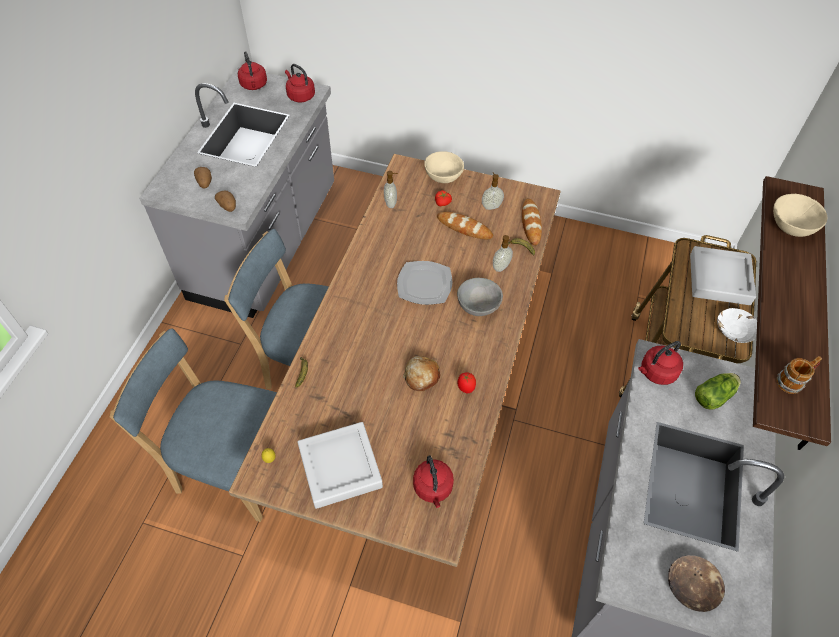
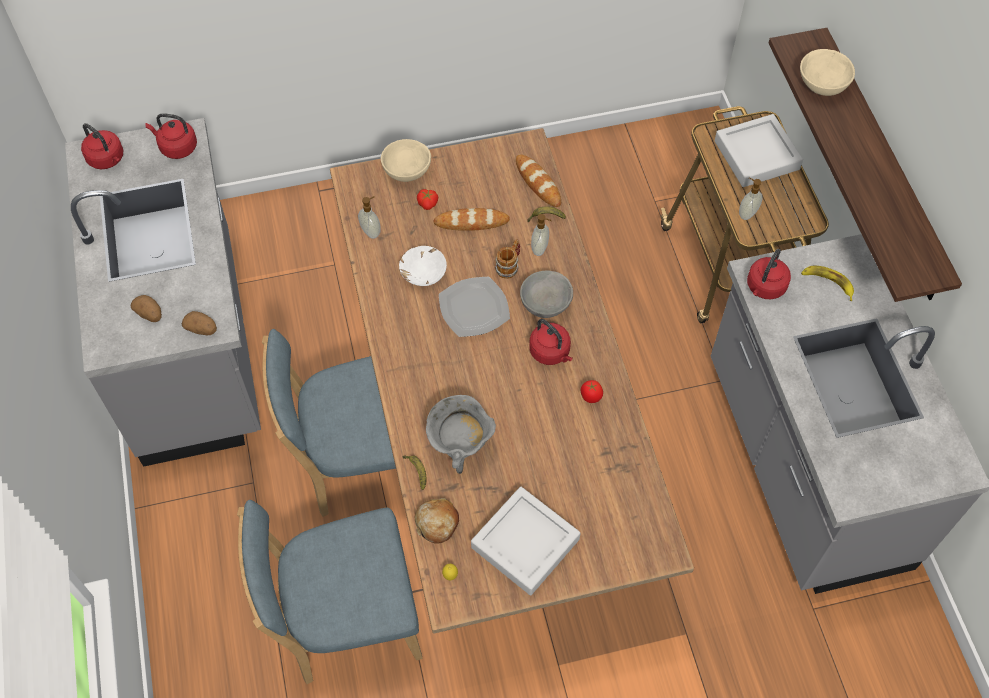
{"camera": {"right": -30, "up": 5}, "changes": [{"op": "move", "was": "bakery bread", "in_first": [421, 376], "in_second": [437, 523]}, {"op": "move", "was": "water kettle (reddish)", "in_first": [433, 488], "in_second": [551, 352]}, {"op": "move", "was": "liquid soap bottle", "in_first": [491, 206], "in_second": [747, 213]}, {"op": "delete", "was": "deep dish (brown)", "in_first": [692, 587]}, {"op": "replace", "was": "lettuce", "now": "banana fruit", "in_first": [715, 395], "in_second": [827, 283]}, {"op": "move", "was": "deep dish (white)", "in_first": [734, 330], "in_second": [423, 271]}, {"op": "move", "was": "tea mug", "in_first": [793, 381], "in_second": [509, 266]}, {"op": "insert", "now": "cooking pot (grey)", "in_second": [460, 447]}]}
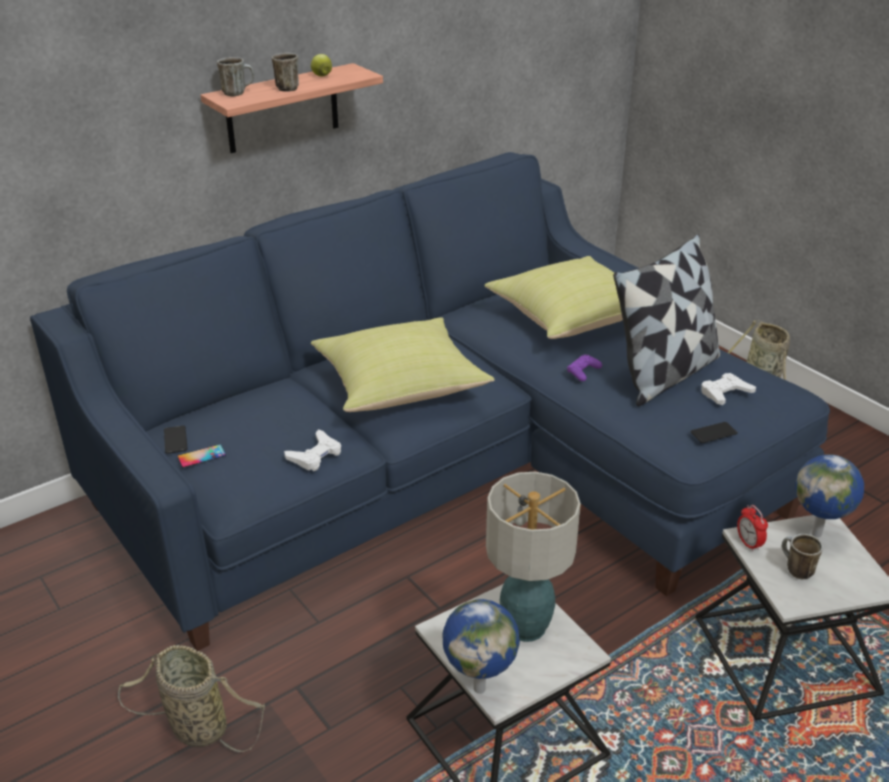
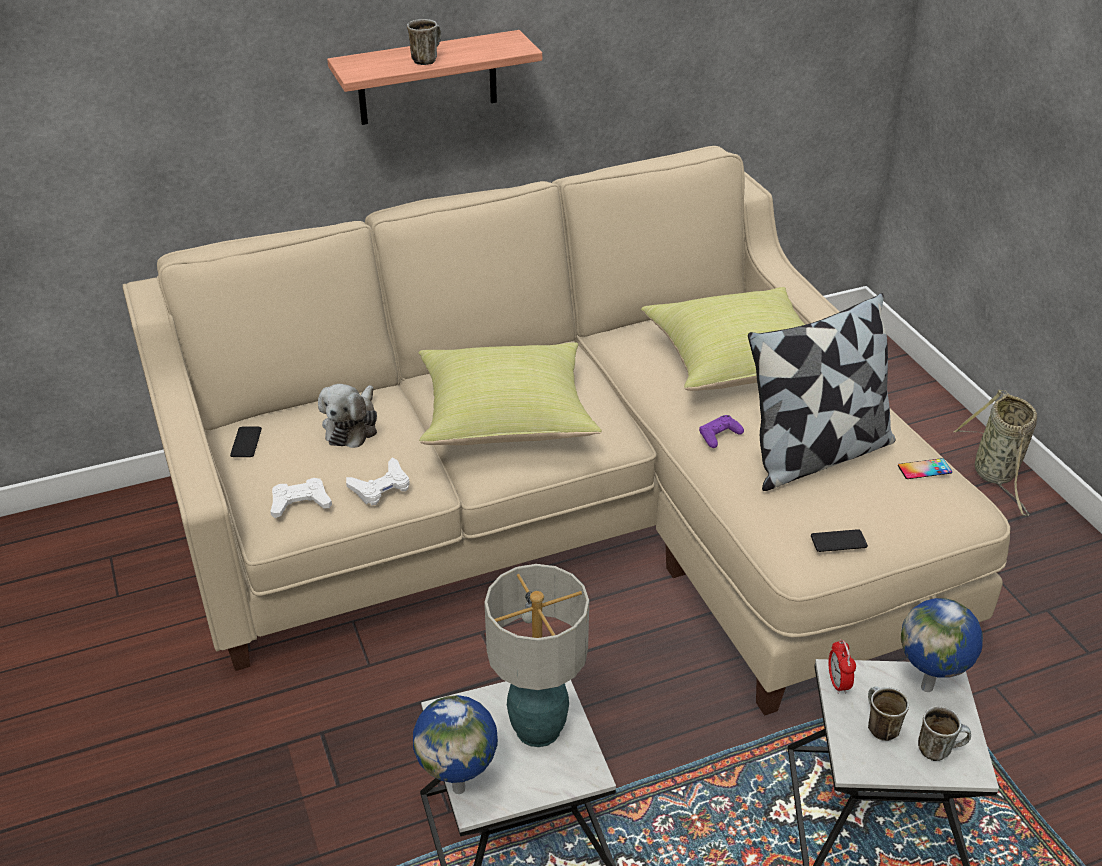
{"camera": {"right": 15, "up": 5}, "changes": [{"op": "recolor", "was": "sofa (bluish)", "now": "sofa (beige)", "in_first": [444, 474], "in_second": [568, 517]}, {"op": "delete", "was": "basket", "in_first": [195, 727]}, {"op": "move", "was": "telephone", "in_first": [201, 456], "in_second": [924, 469]}, {"op": "move", "was": "tea mug", "in_first": [238, 93], "in_second": [939, 749]}, {"op": "delete", "was": "apple", "in_first": [322, 76]}, {"op": "move", "was": "game controller (white)", "in_first": [725, 393], "in_second": [300, 502]}, {"op": "insert", "now": "cuddly toy", "in_second": [352, 426]}]}
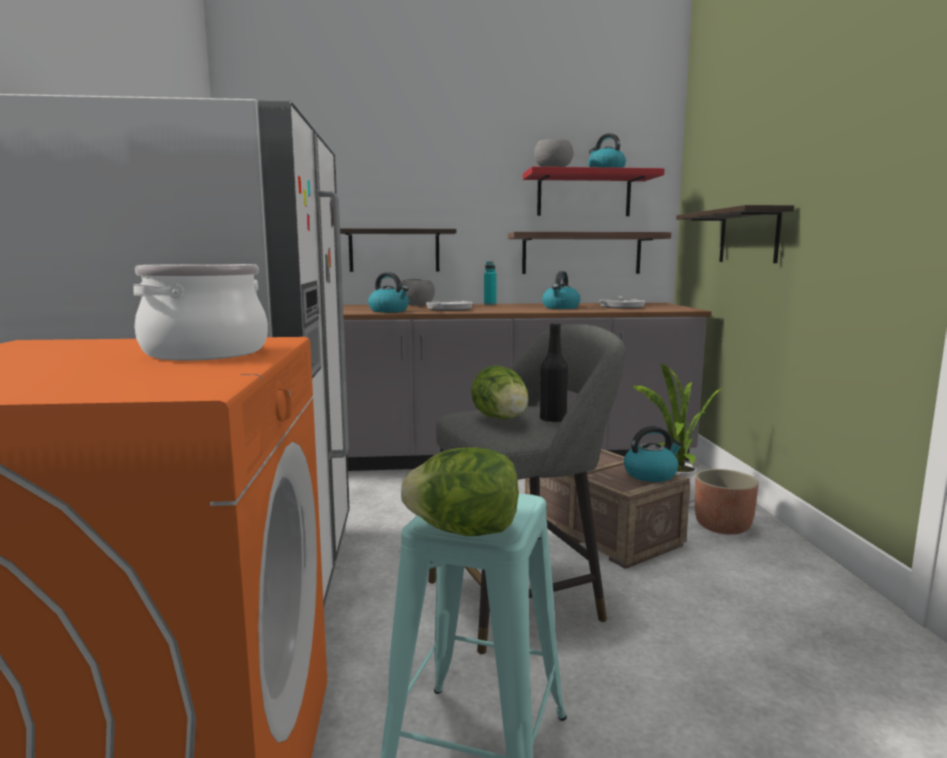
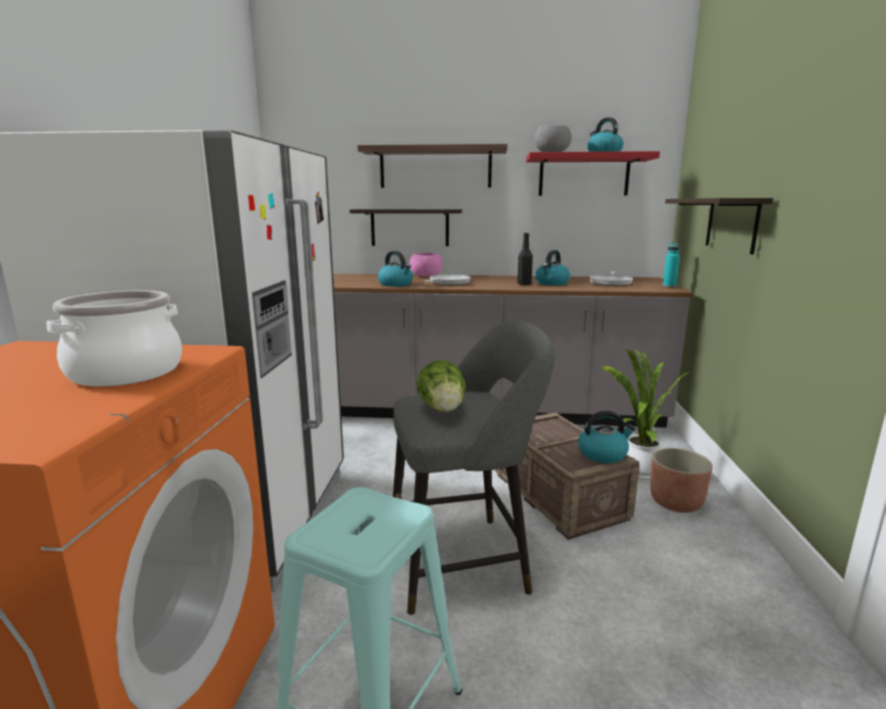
{"camera": {"right": 10, "up": 5}, "changes": [{"op": "recolor", "was": "deep dish (grey)", "now": "deep dish (pink-coloured)", "in_first": [416, 305], "in_second": [426, 276]}, {"op": "delete", "was": "lettuce", "in_first": [464, 531]}, {"op": "move", "was": "beverage bottle (turquoise)", "in_first": [490, 304], "in_second": [669, 286]}, {"op": "move", "was": "bracket shelf", "in_first": [581, 253], "in_second": [435, 168]}, {"op": "move", "was": "beverage bottle (black)", "in_first": [553, 419], "in_second": [524, 284]}]}
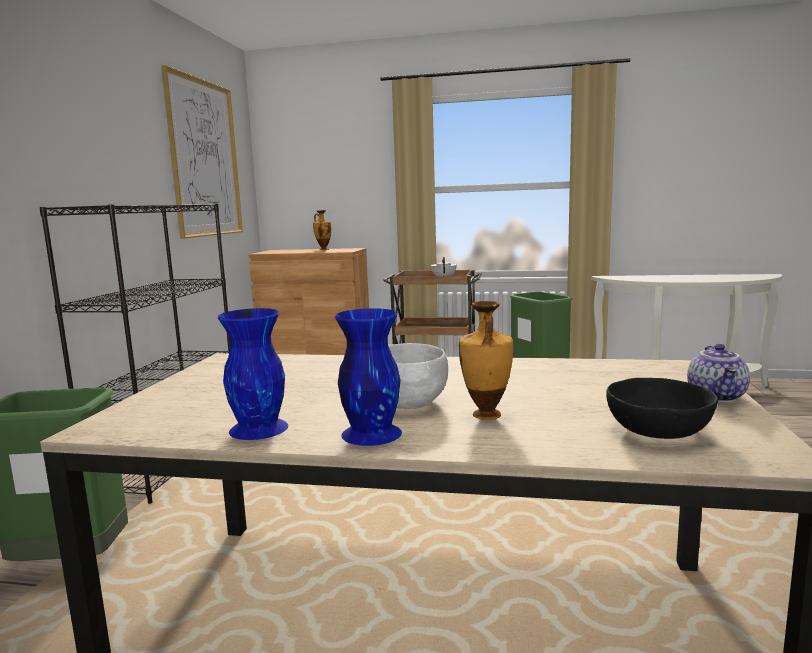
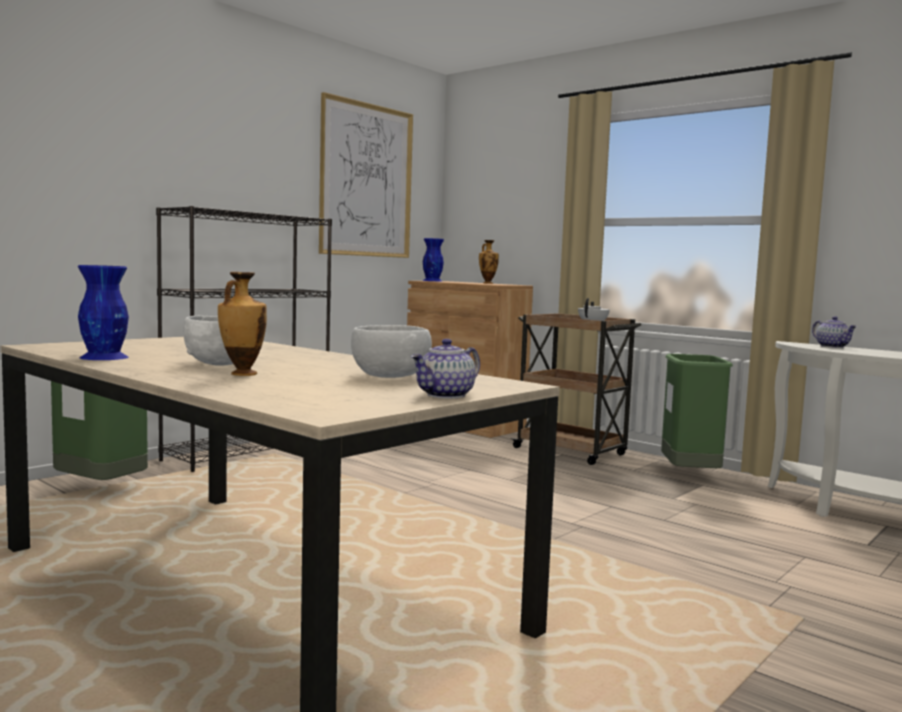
{"camera": {"right": 30, "up": -5}, "changes": [{"op": "move", "was": "vase (bluish)", "in_first": [371, 433], "in_second": [432, 281]}, {"op": "delete", "was": "deep dish (black)", "in_first": [659, 431]}, {"op": "insert", "now": "deep dish (white)", "in_second": [391, 377]}, {"op": "insert", "now": "tea pot", "in_second": [833, 347]}]}
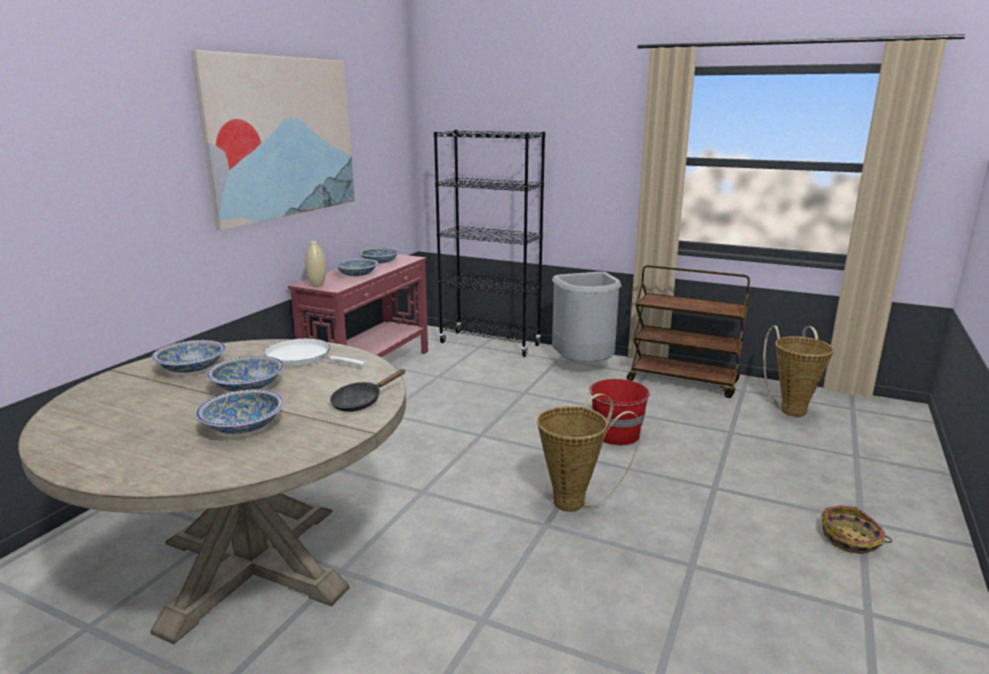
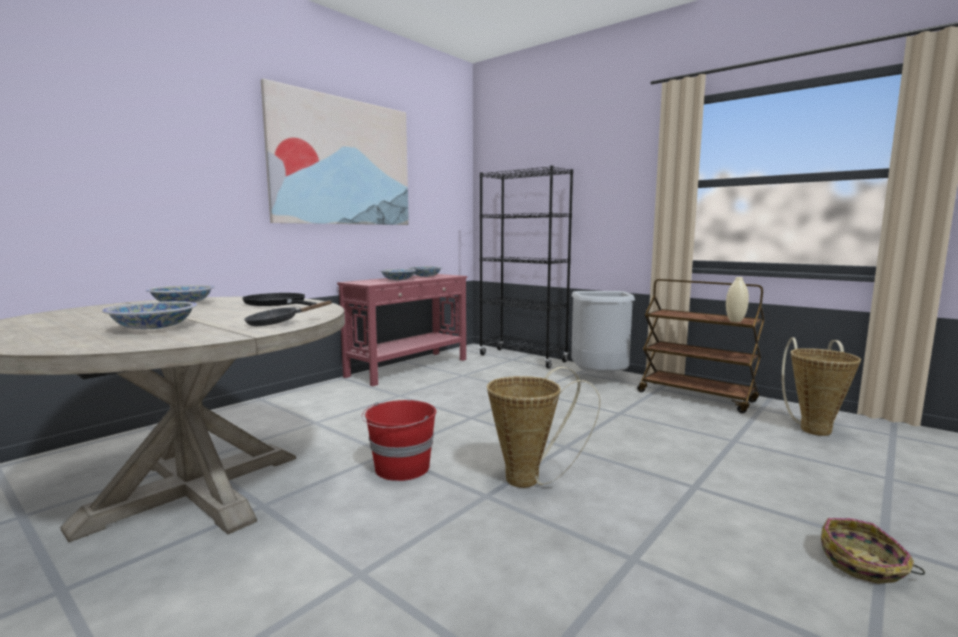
{"camera": {"right": 15, "up": -10}, "changes": [{"op": "delete", "was": "deep dish", "in_first": [248, 387]}, {"op": "recolor", "was": "pan (white)", "now": "pan (black)", "in_first": [303, 357], "in_second": [277, 303]}, {"op": "move", "was": "vase (beige)", "in_first": [317, 285], "in_second": [735, 321]}, {"op": "move", "was": "bucket (reddish)", "in_first": [616, 435], "in_second": [401, 468]}]}
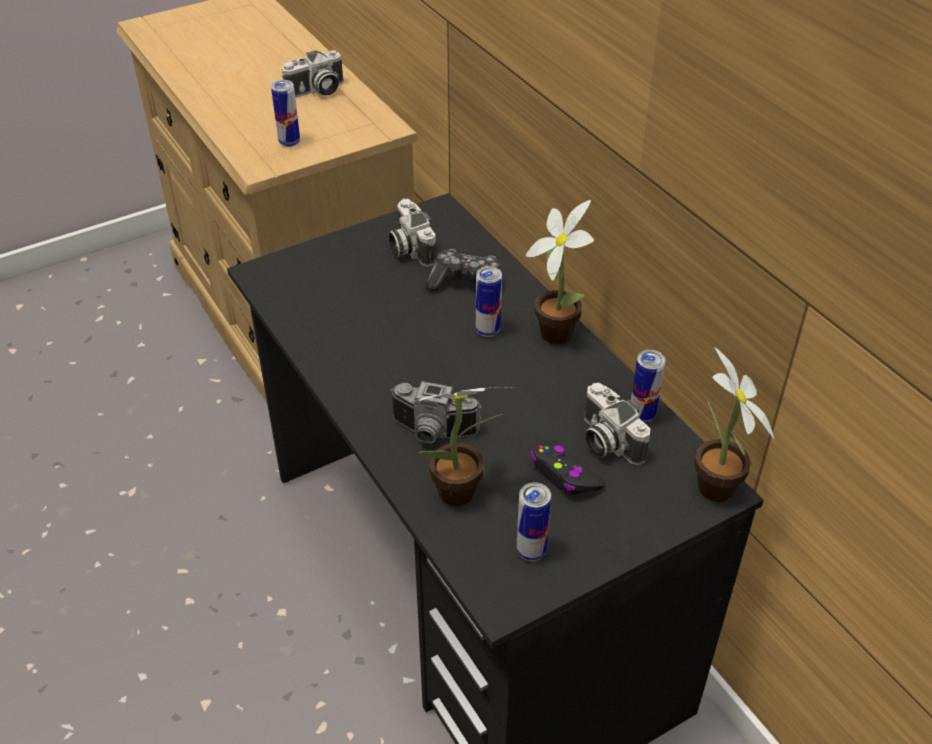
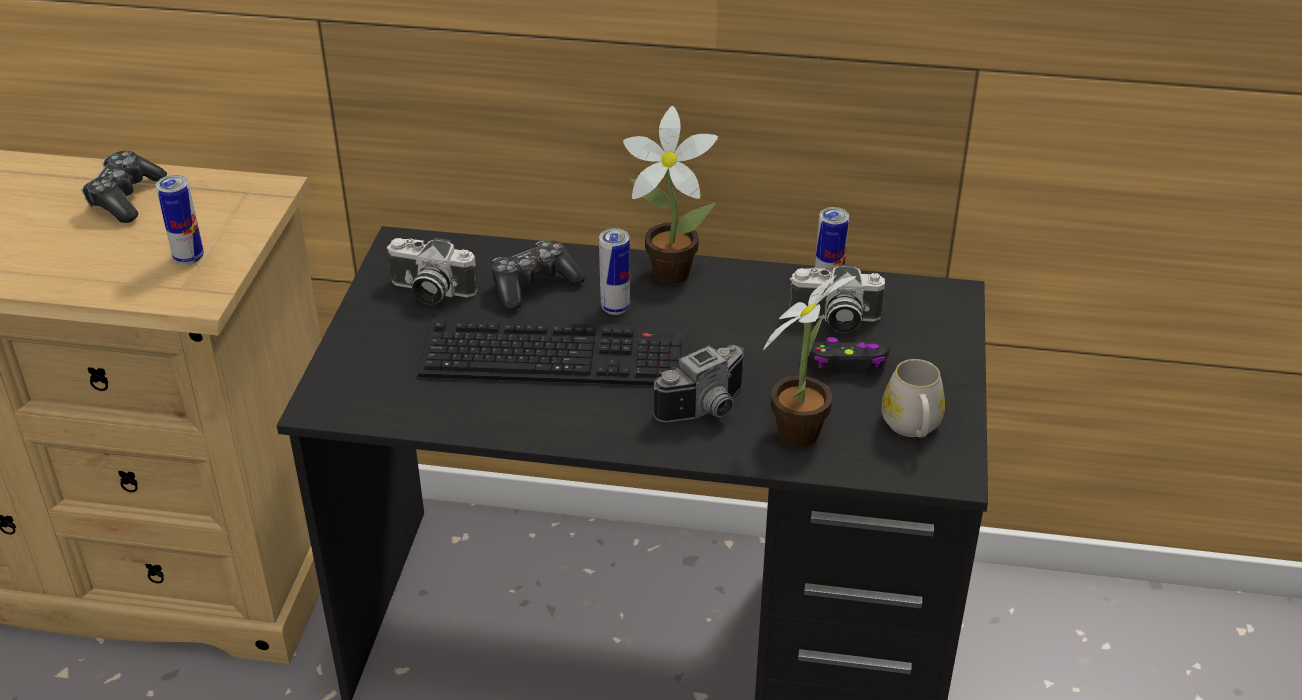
{"camera": {"right": -50, "up": -5}, "changes": [{"op": "replace", "was": "still camera", "now": "game controller", "in_first": [316, 91], "in_second": [125, 198]}, {"op": "replace", "was": "metal can", "now": "tea mug (white)", "in_first": [531, 551], "in_second": [912, 427]}, {"op": "delete", "was": "potted plant", "in_first": [715, 493]}, {"op": "insert", "now": "computer keyboard", "in_second": [559, 352]}]}
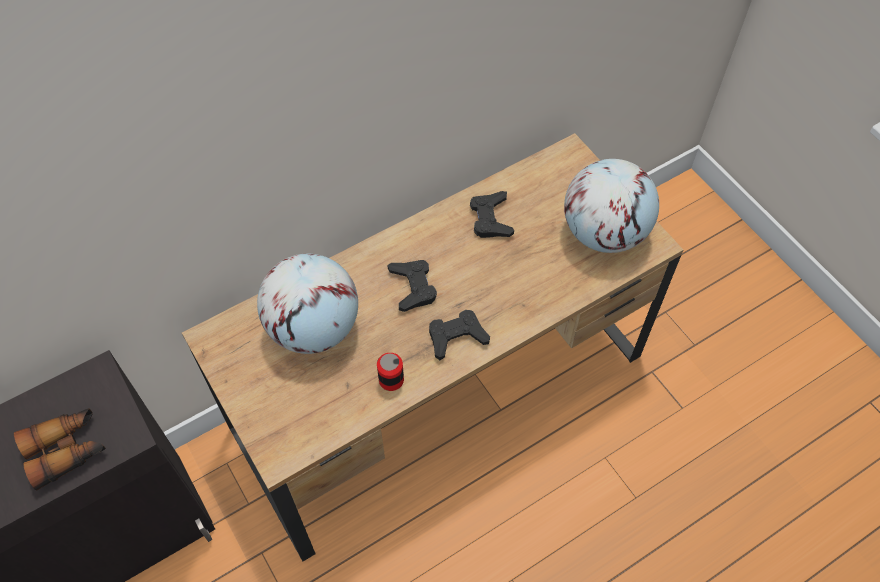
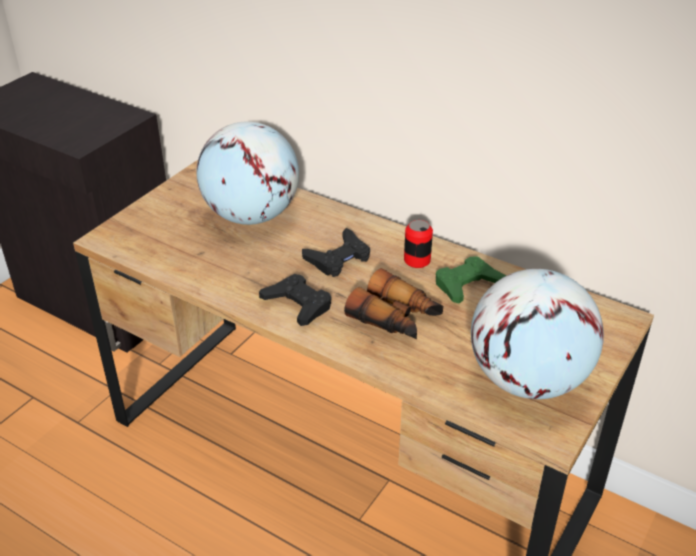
{"camera": {"right": 65, "up": -20}, "changes": [{"op": "move", "was": "pair of binoculars", "in_first": [67, 450], "in_second": [396, 318]}, {"op": "move", "was": "metal can", "in_first": [391, 380], "in_second": [417, 260]}, {"op": "recolor", "was": "game controller (black)", "now": "game controller (green-coloured)", "in_first": [490, 219], "in_second": [467, 284]}]}
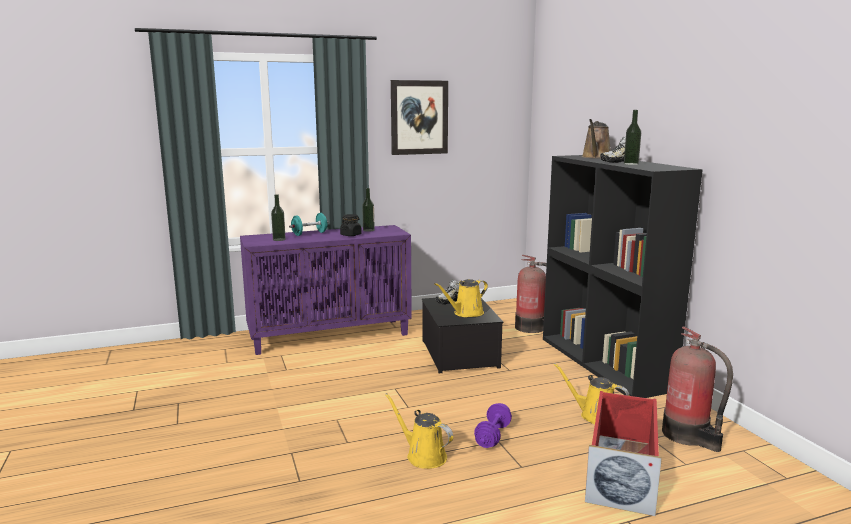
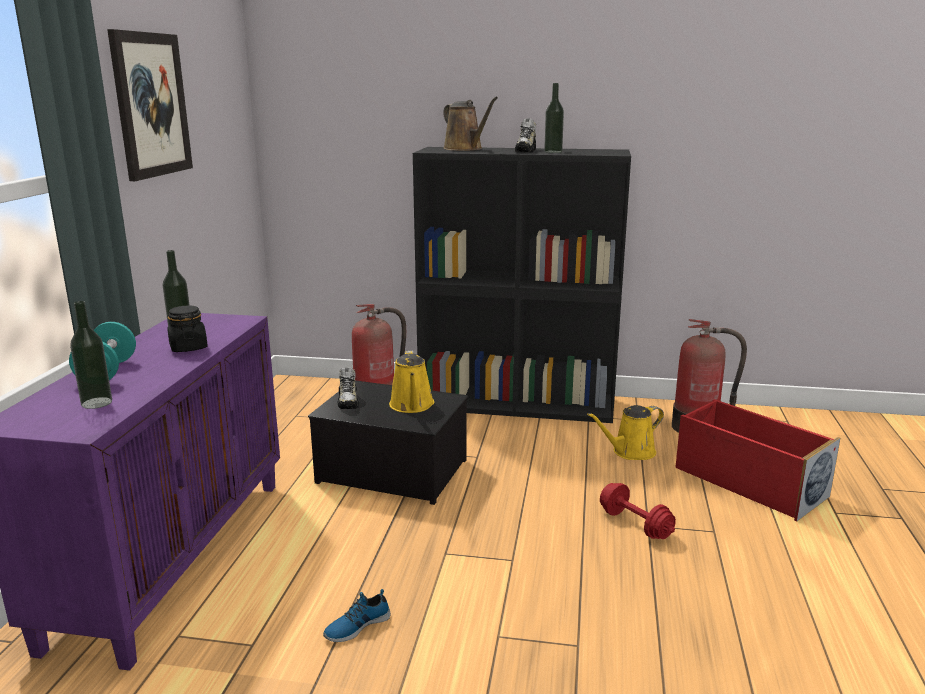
{"camera": {"right": -60, "up": 5}, "changes": [{"op": "delete", "was": "watering can (yellow)", "in_first": [423, 456]}, {"op": "recolor", "was": "dumbbell (purplish)", "now": "dumbbell (reddish)", "in_first": [493, 436], "in_second": [635, 524]}, {"op": "insert", "now": "low shoe", "in_second": [356, 626]}]}
